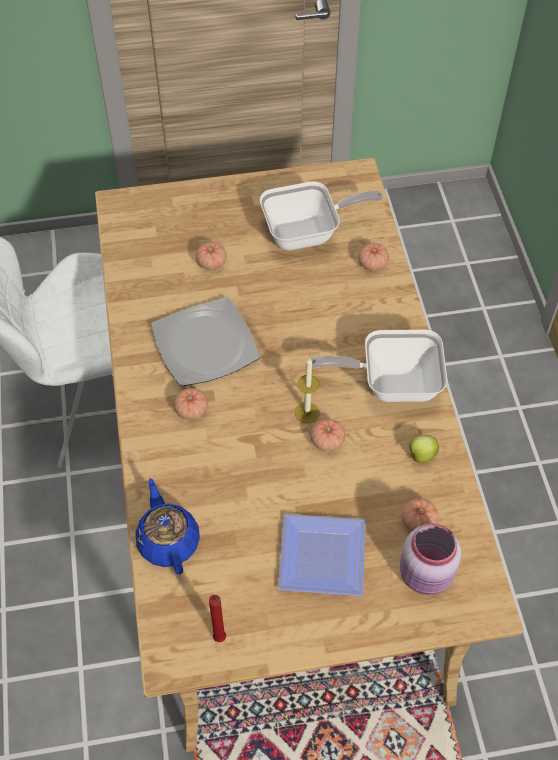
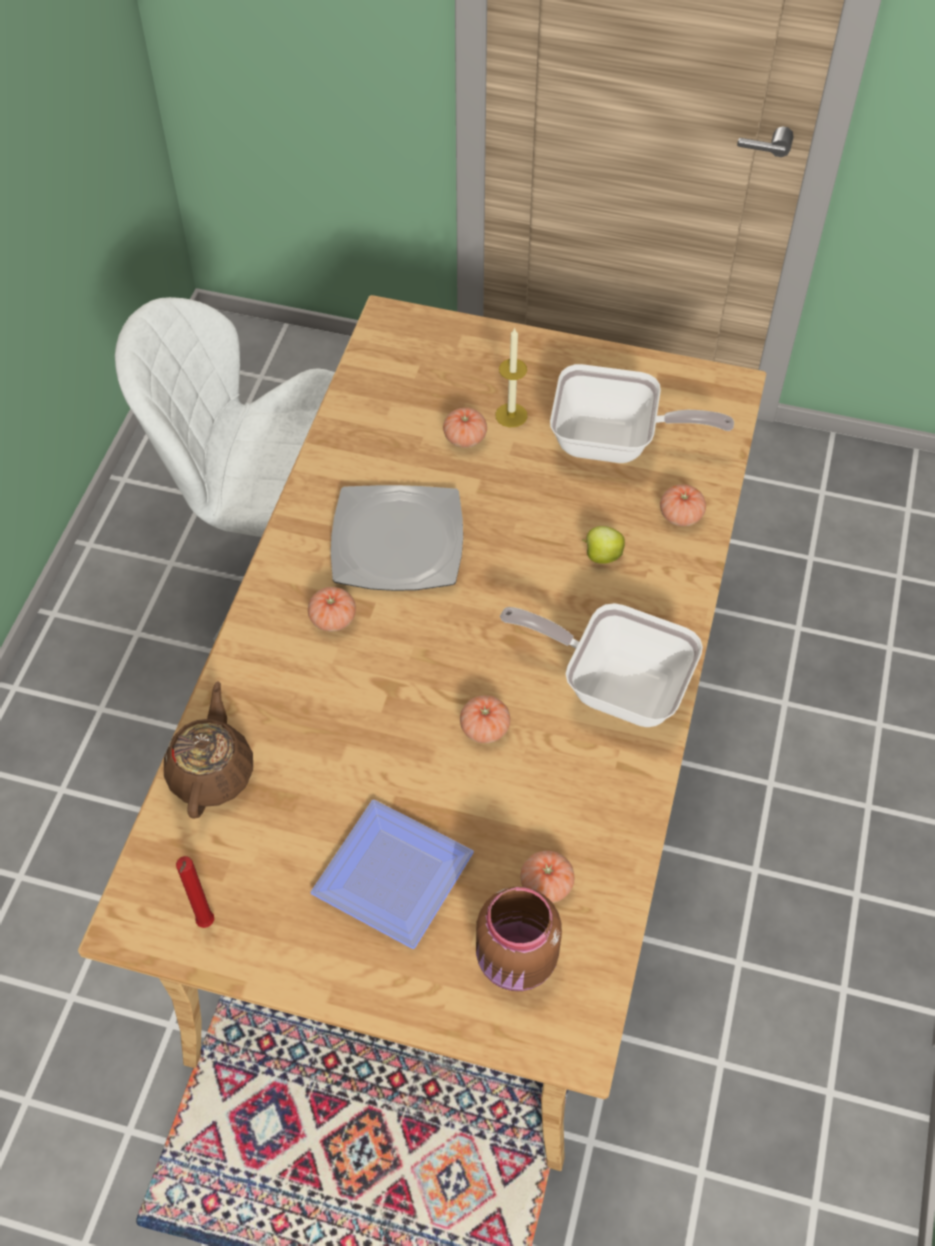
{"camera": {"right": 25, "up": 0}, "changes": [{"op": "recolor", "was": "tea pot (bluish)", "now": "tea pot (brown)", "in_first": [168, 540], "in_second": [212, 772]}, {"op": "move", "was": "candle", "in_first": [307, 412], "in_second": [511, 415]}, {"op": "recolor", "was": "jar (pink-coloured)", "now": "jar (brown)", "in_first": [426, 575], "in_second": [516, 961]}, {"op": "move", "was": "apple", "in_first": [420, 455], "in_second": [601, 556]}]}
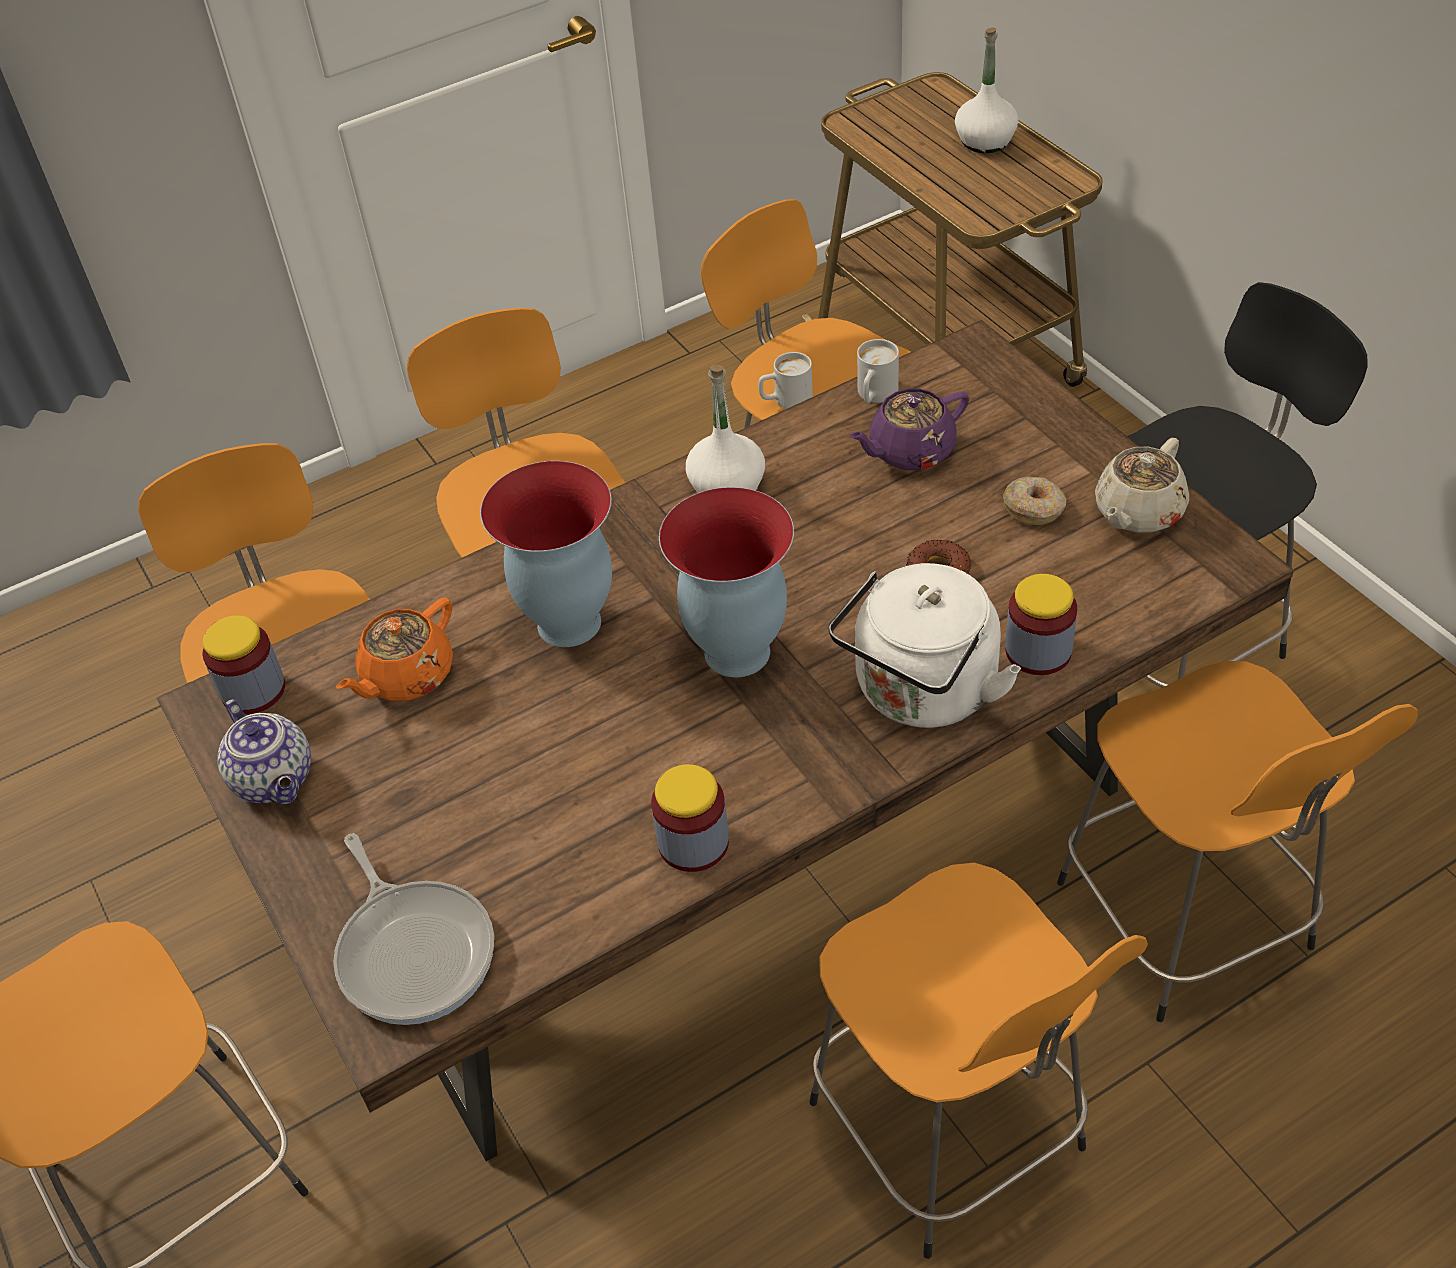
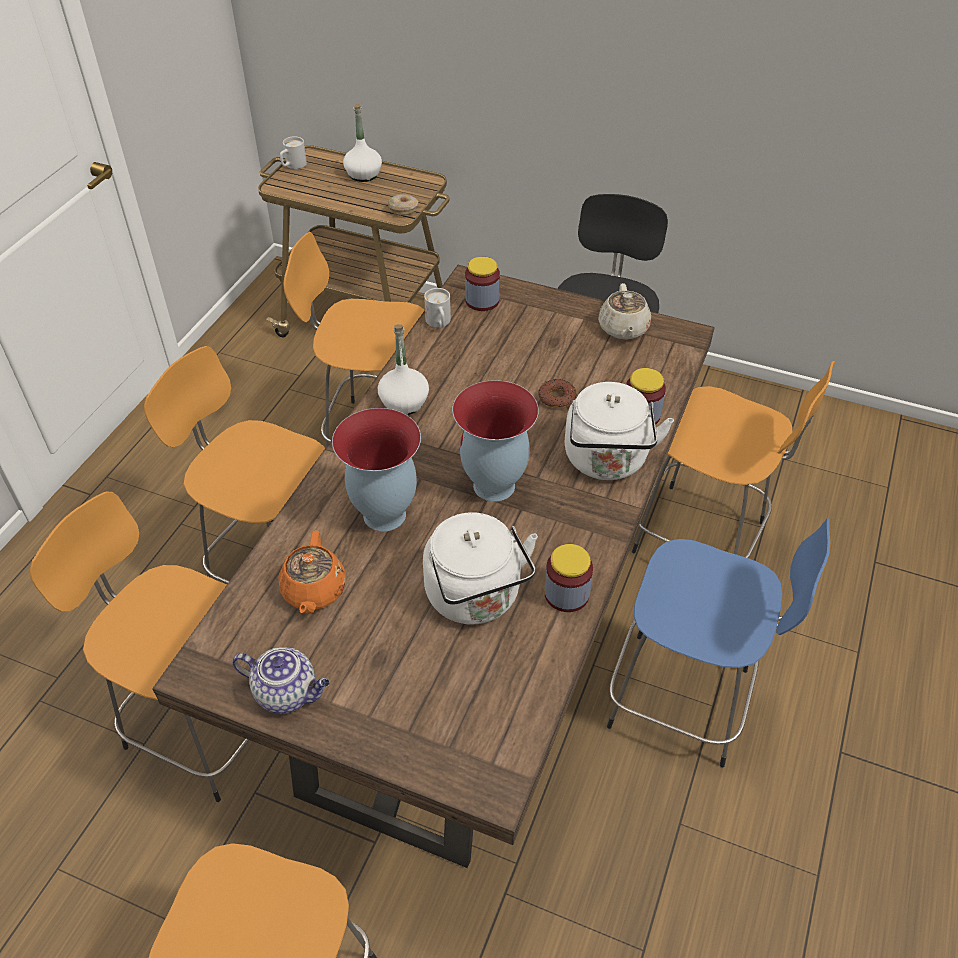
{"camera": {"right": -40, "up": 0}, "changes": [{"op": "move", "was": "jar", "in_first": [253, 690], "in_second": [482, 301]}, {"op": "delete", "was": "pan", "in_first": [414, 951]}, {"op": "move", "was": "tea mug (white)", "in_first": [785, 400], "in_second": [293, 166]}, {"op": "recolor", "was": "stool seat (orange-coloured)", "now": "stool seat (bluish)", "in_first": [951, 1133], "in_second": [684, 700]}, {"op": "delete", "was": "tea pot (purplish)", "in_first": [910, 451]}, {"op": "move", "was": "ring doughnut", "in_first": [1034, 508], "in_second": [403, 209]}, {"op": "insert", "now": "water kettle (white)", "in_second": [476, 598]}]}
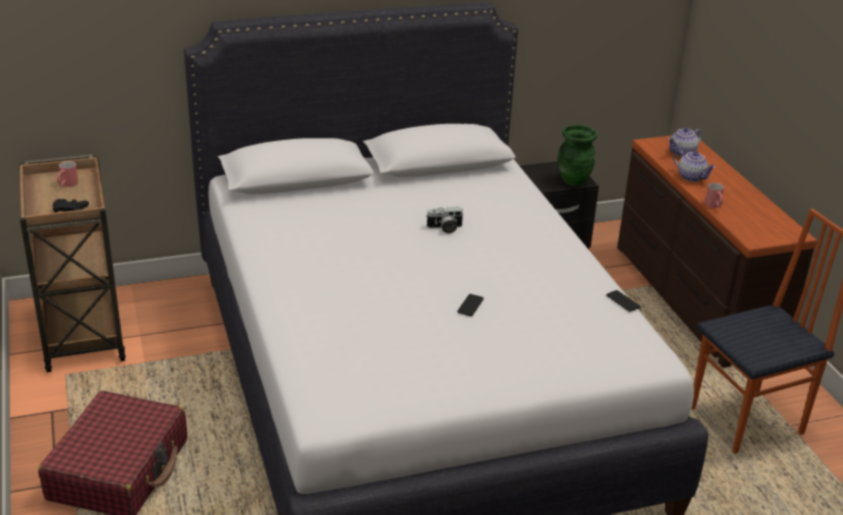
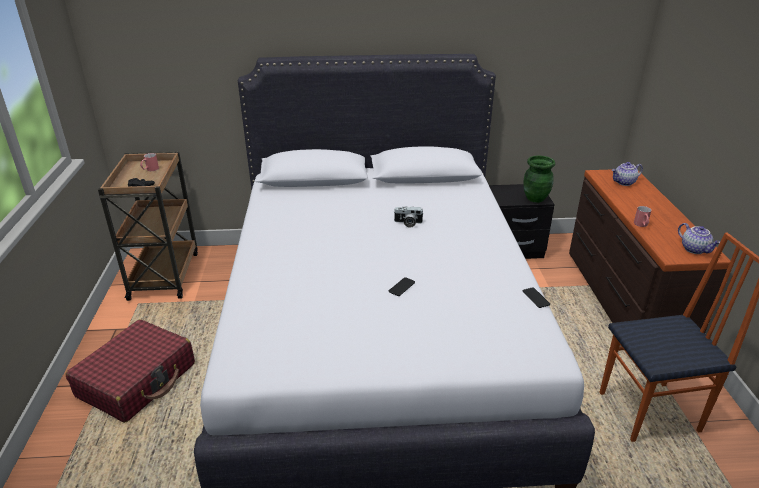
{"camera": {"right": 15, "up": 0}, "changes": [{"op": "move", "was": "tea pot", "in_first": [692, 177], "in_second": [695, 249]}]}
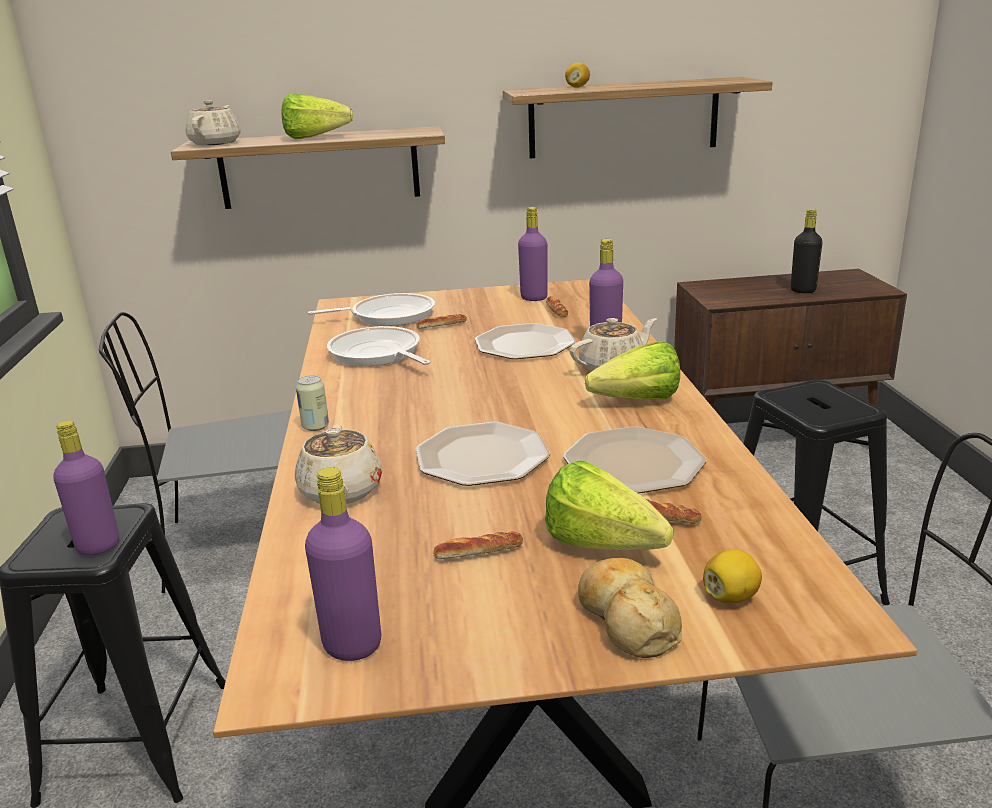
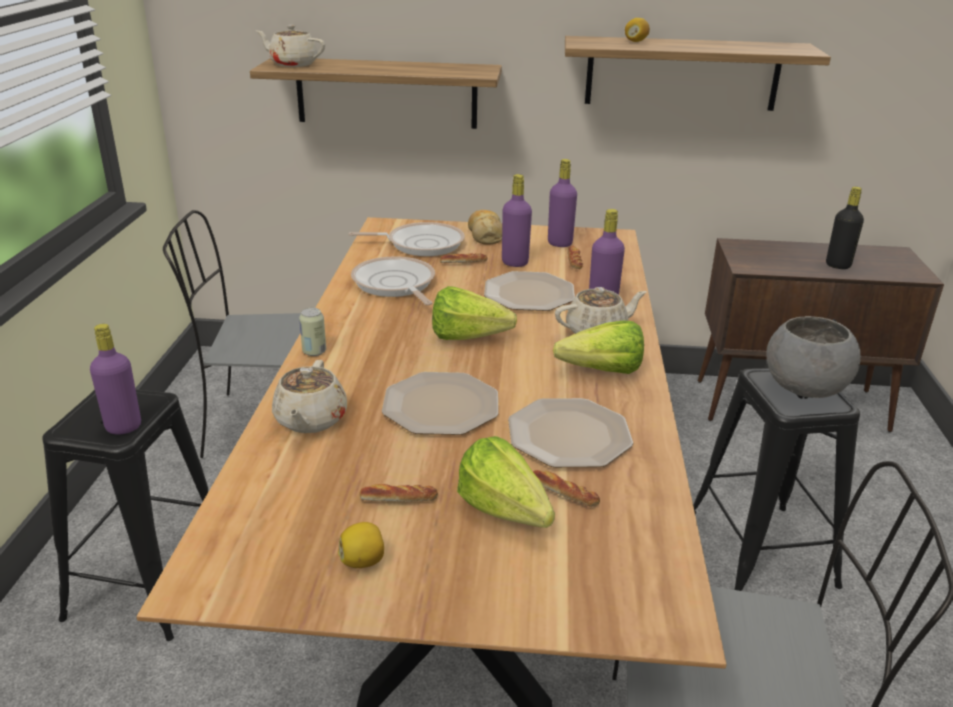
{"camera": {"right": 10, "up": 5}, "changes": [{"op": "rotate", "was": "tea pot (beige)", "in_first": [216, 143], "in_second": [293, 64], "clockwise": -90}, {"op": "move", "was": "lettuce", "in_first": [320, 138], "in_second": [474, 339]}, {"op": "move", "was": "beverage bottle (purplish)", "in_first": [352, 645], "in_second": [515, 262]}, {"op": "move", "was": "bakery bread", "in_first": [627, 619], "in_second": [485, 235]}, {"op": "move", "was": "lemon", "in_first": [730, 597], "in_second": [363, 561]}, {"op": "insert", "now": "deep dish (grey)", "in_second": [804, 390]}]}
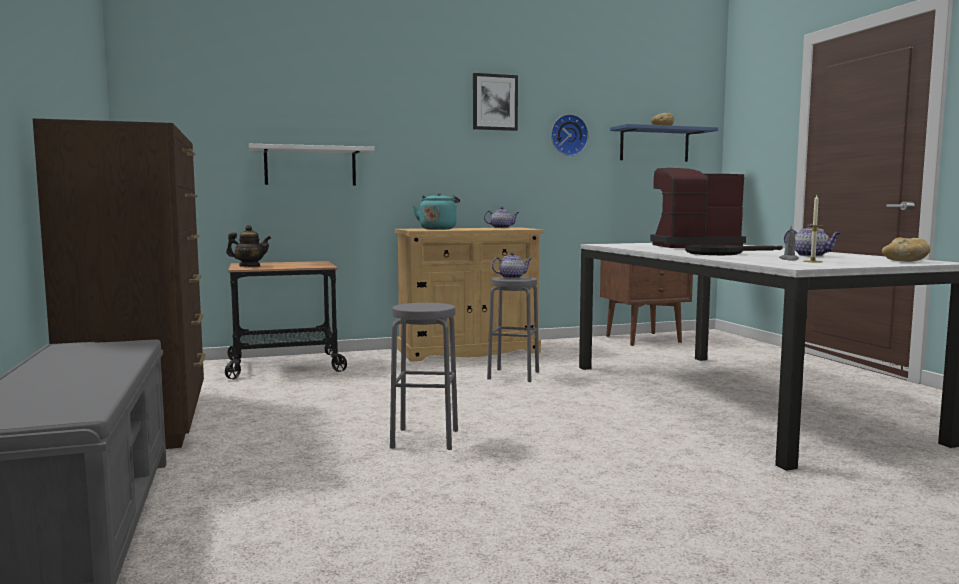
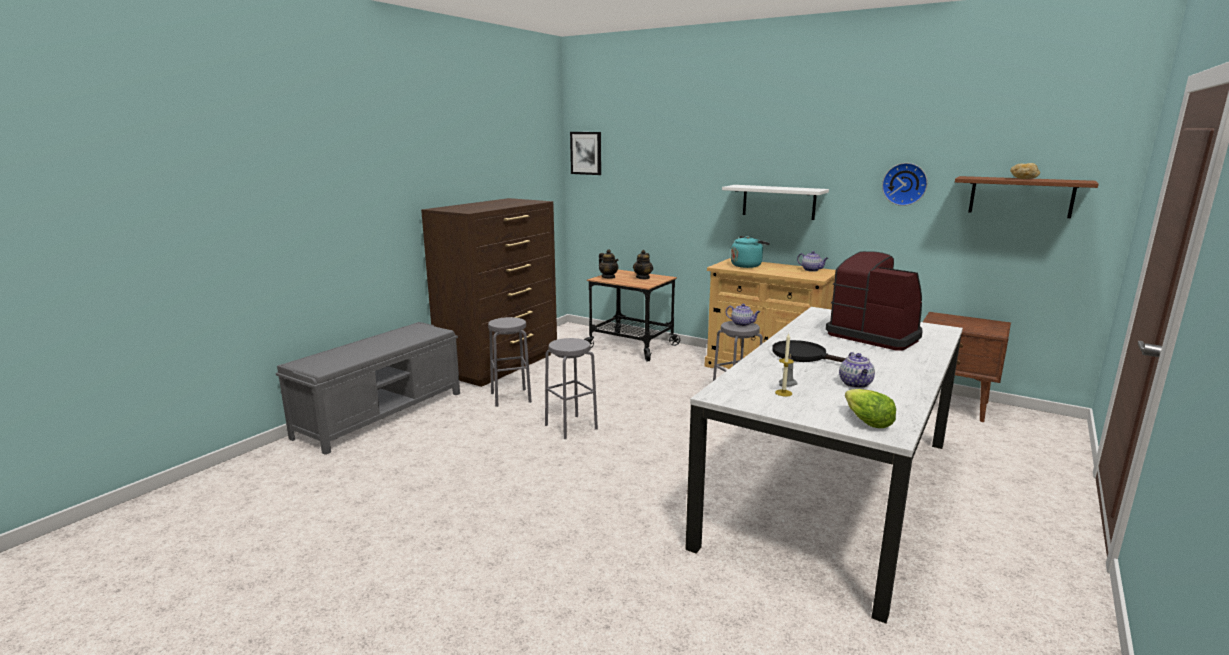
{"camera": {"right": 50, "up": 10}, "changes": [{"op": "move", "was": "bracket shelf (white)", "in_first": [310, 166], "in_second": [778, 202]}, {"op": "move", "was": "picture", "in_first": [494, 102], "in_second": [586, 153]}, {"op": "recolor", "was": "bracket shelf (bluish)", "now": "bracket shelf (brown)", "in_first": [654, 145], "in_second": [1021, 196]}, {"op": "replace", "was": "bakery bread", "now": "lettuce", "in_first": [905, 261], "in_second": [866, 421]}, {"op": "insert", "now": "stool seat (grey)", "in_second": [511, 397]}, {"op": "insert", "now": "tea pot", "in_second": [643, 277]}]}
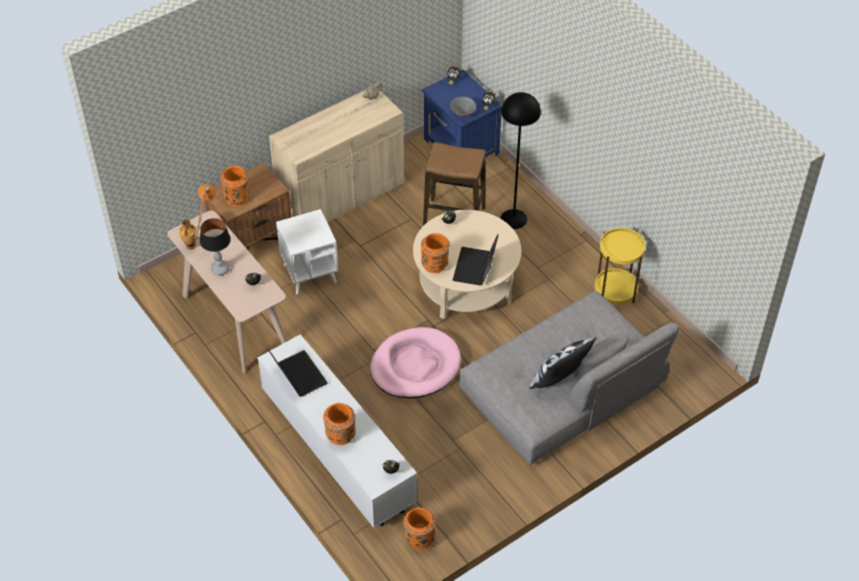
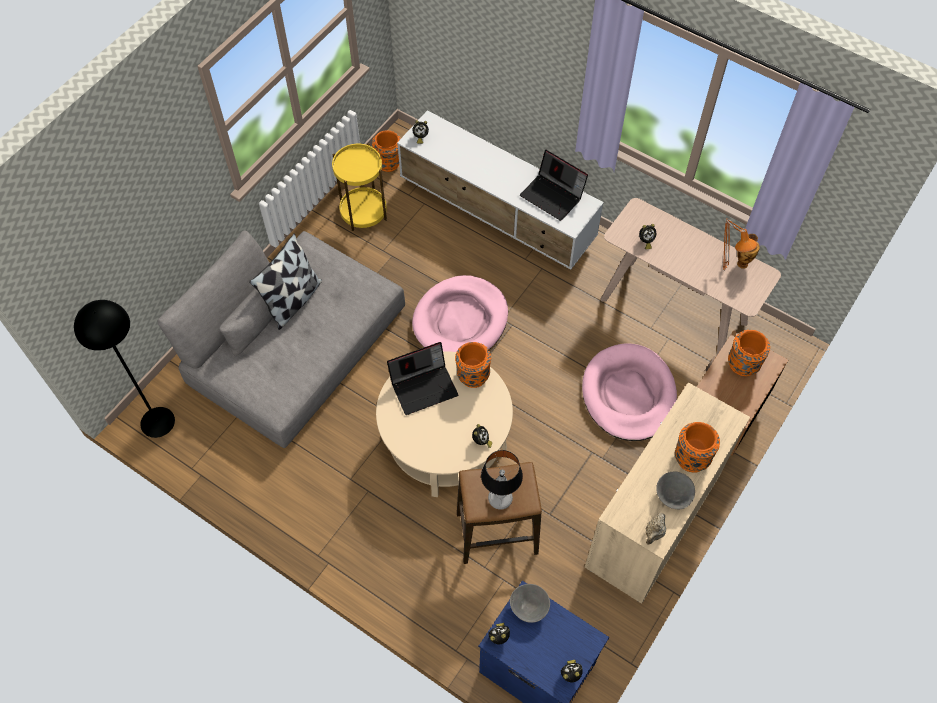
{"camera": {"right": 160, "up": 10}, "changes": [{"op": "move", "was": "tabletop lamp", "in_first": [220, 269], "in_second": [500, 499]}, {"op": "replace", "was": "accent table (white)", "now": "pet bed (pink-coloured)", "in_first": [310, 274], "in_second": [628, 394]}, {"op": "move", "was": "vase (orange-coloured)", "in_first": [340, 436], "in_second": [691, 457]}, {"op": "rotate", "was": "notebook computer", "in_first": [475, 268], "in_second": [424, 386], "clockwise": 75}, {"op": "move", "was": "standard lamp (black)", "in_first": [514, 219], "in_second": [157, 422]}, {"op": "move", "was": "accent table (yellow)", "in_first": [615, 290], "in_second": [363, 212]}, {"op": "insert", "now": "deep dish (grey)", "in_second": [673, 496]}]}
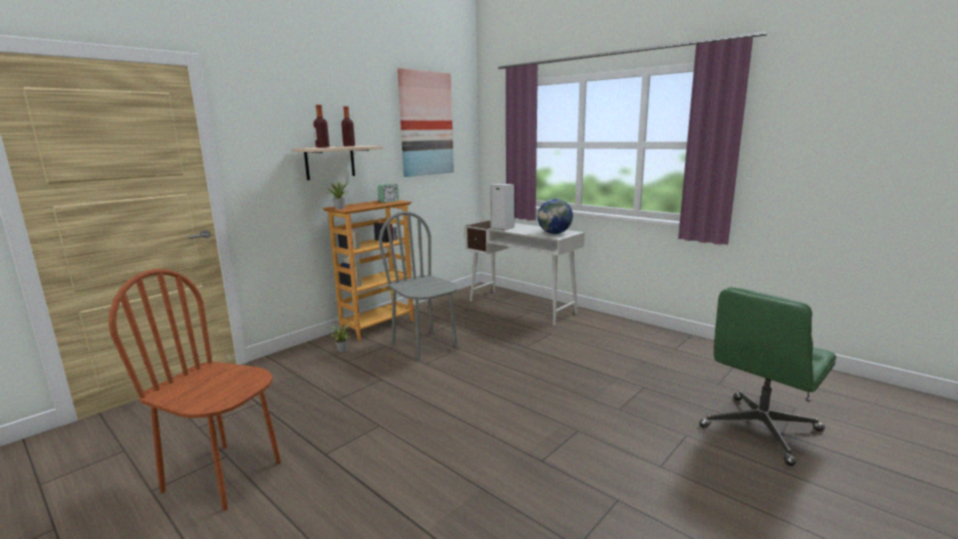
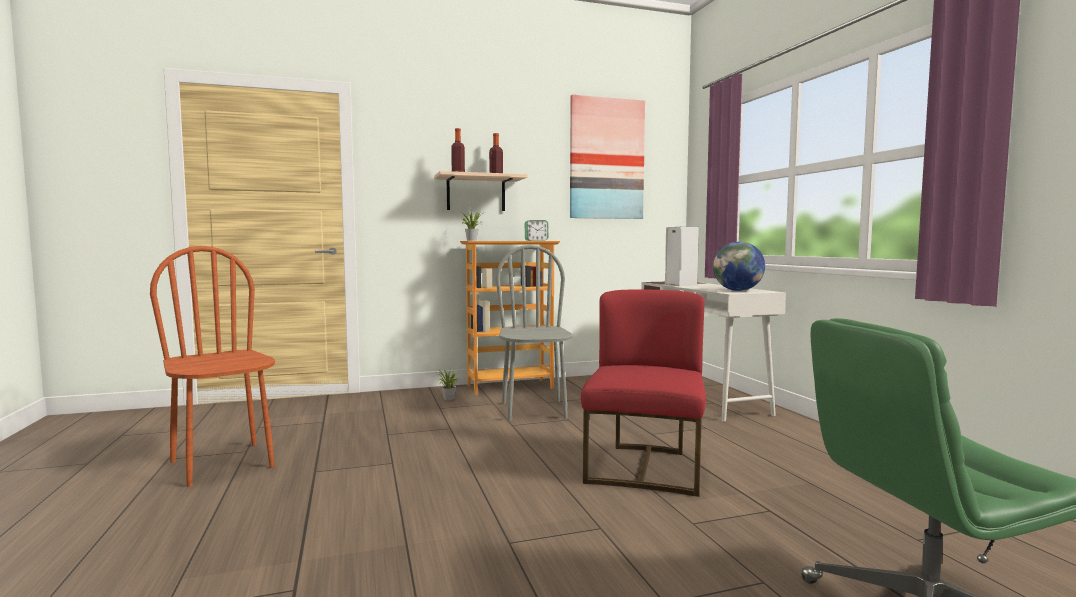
{"camera": {"right": 30, "up": -10}, "changes": [{"op": "insert", "now": "upright chair (reddish)", "in_second": [645, 468]}]}
